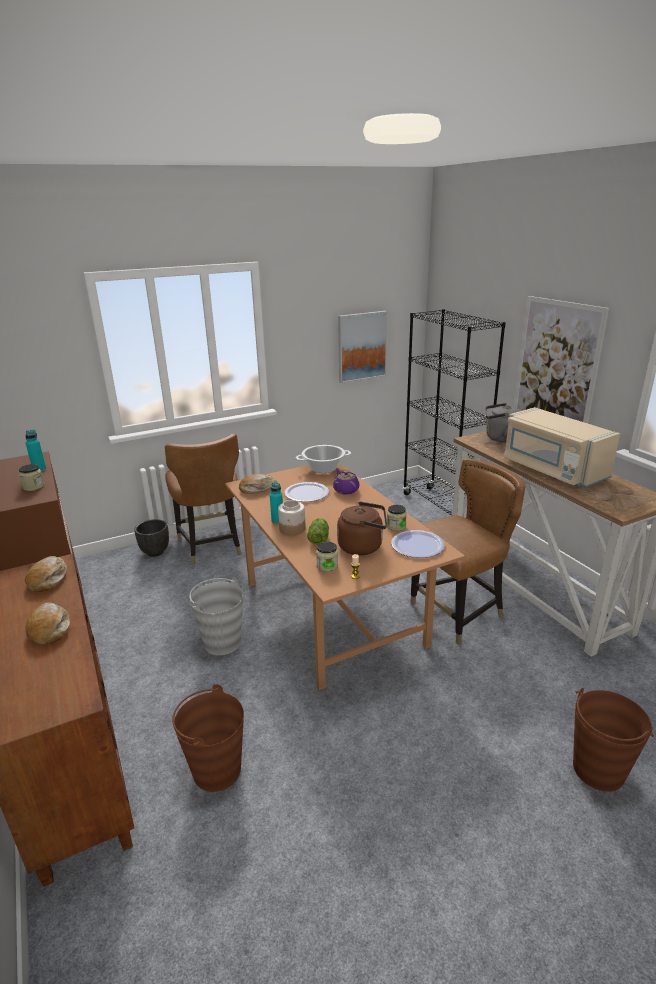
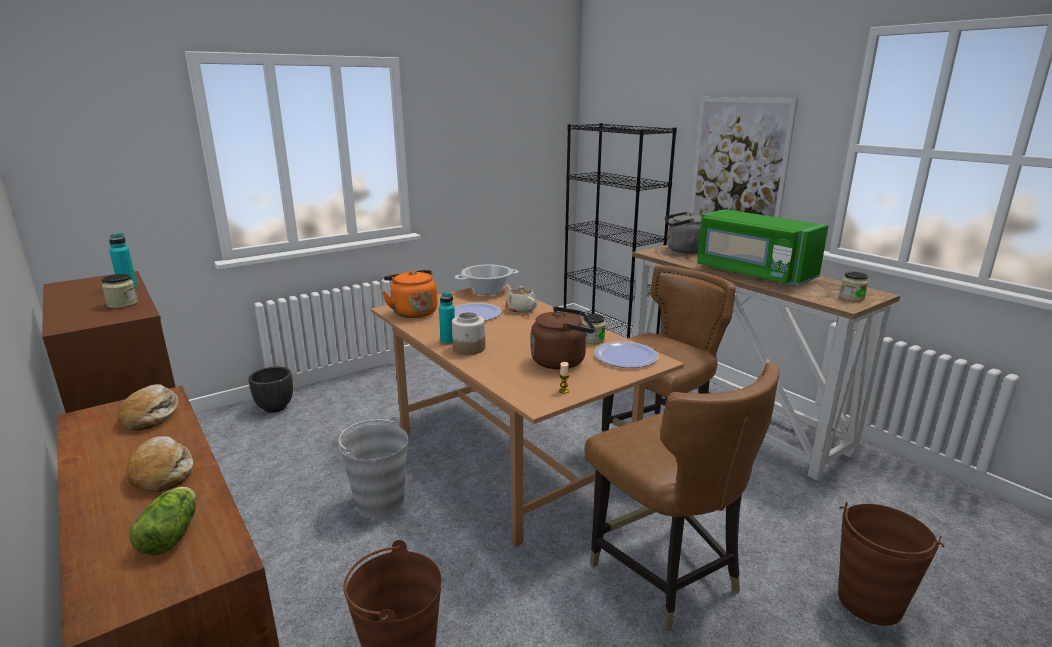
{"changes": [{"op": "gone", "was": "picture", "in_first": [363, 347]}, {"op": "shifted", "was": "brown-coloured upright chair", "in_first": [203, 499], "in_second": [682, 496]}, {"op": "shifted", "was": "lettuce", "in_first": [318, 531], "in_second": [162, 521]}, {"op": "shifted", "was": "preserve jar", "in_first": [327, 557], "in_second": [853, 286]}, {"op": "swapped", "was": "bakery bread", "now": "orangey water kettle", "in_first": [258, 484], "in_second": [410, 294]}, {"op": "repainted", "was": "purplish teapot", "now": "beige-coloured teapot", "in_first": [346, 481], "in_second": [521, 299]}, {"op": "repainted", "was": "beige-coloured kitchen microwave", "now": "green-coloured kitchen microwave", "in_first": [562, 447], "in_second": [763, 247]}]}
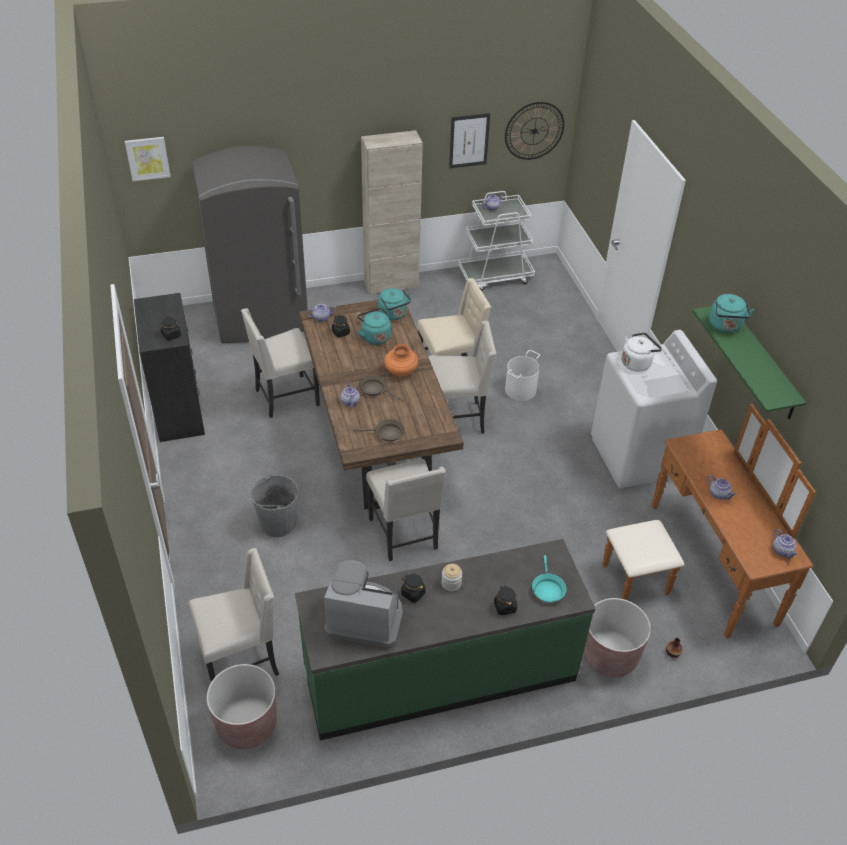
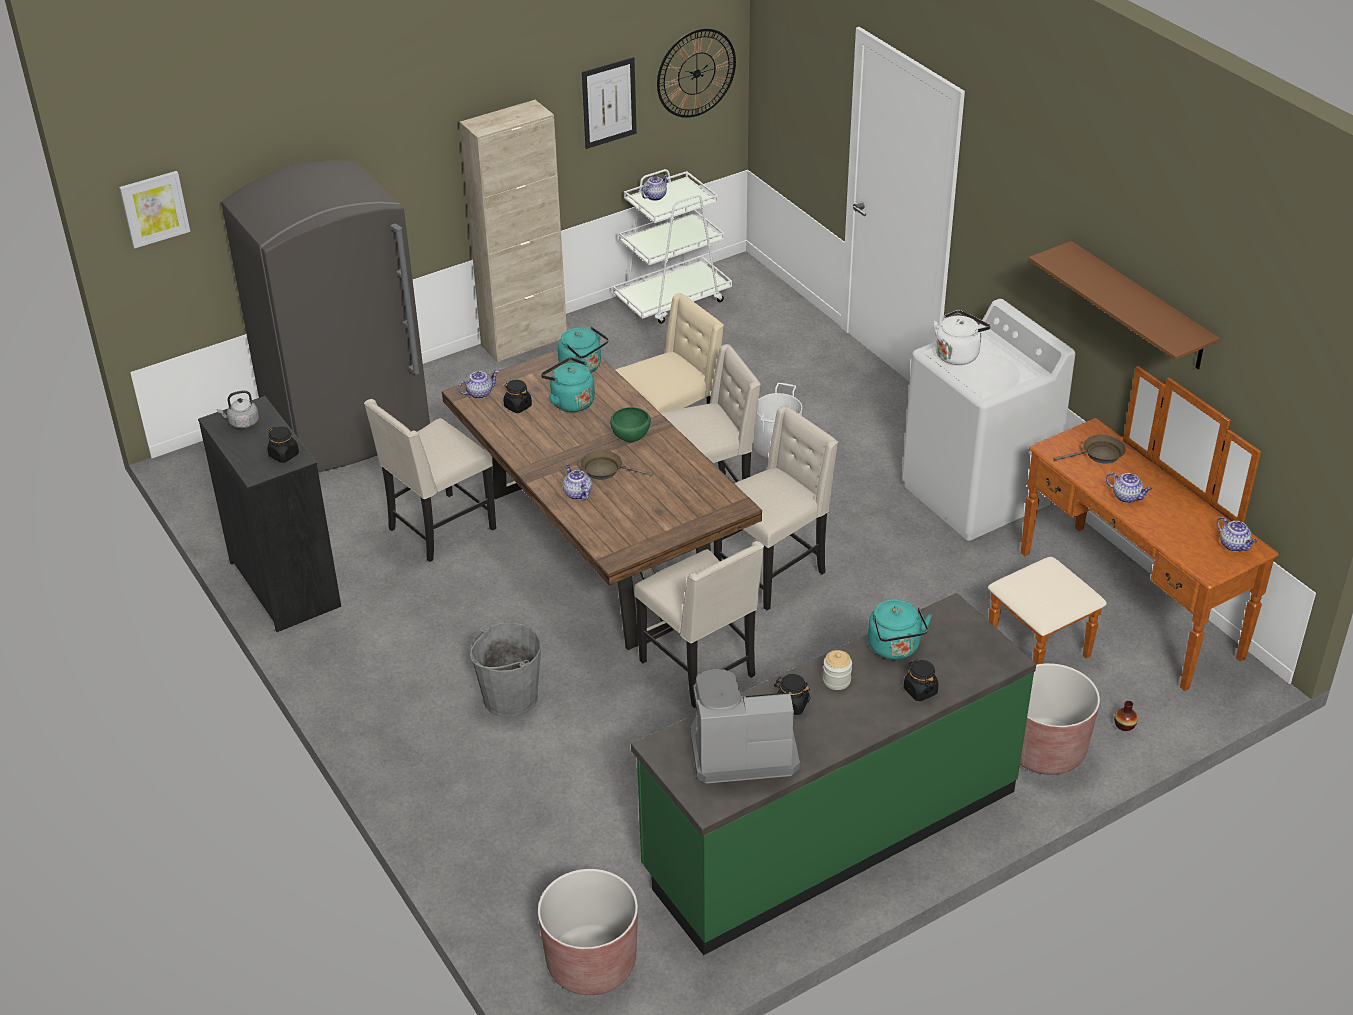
{"changes": [{"op": "gone", "was": "turquoise-coloured skillet", "in_first": [549, 578]}, {"op": "new", "now": "grey water kettle", "in_second": [238, 409]}, {"op": "shifted", "was": "beige-coloured upright chair", "in_first": [233, 615], "in_second": [776, 508]}, {"op": "shifted", "was": "brown-coloured skillet", "in_first": [379, 430], "in_second": [1090, 448]}, {"op": "shifted", "was": "turquoise-coloured water kettle", "in_first": [732, 313], "in_second": [900, 629]}, {"op": "swapped", "was": "orangey vase", "now": "green-coloured deep dish", "in_first": [401, 360], "in_second": [630, 424]}, {"op": "repainted", "was": "green-coloured wall shelf", "now": "brown-coloured wall shelf", "in_first": [749, 362], "in_second": [1124, 305]}]}
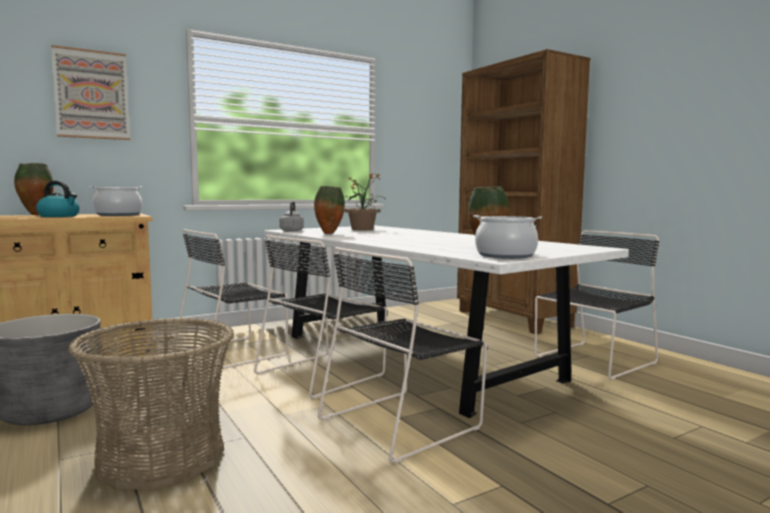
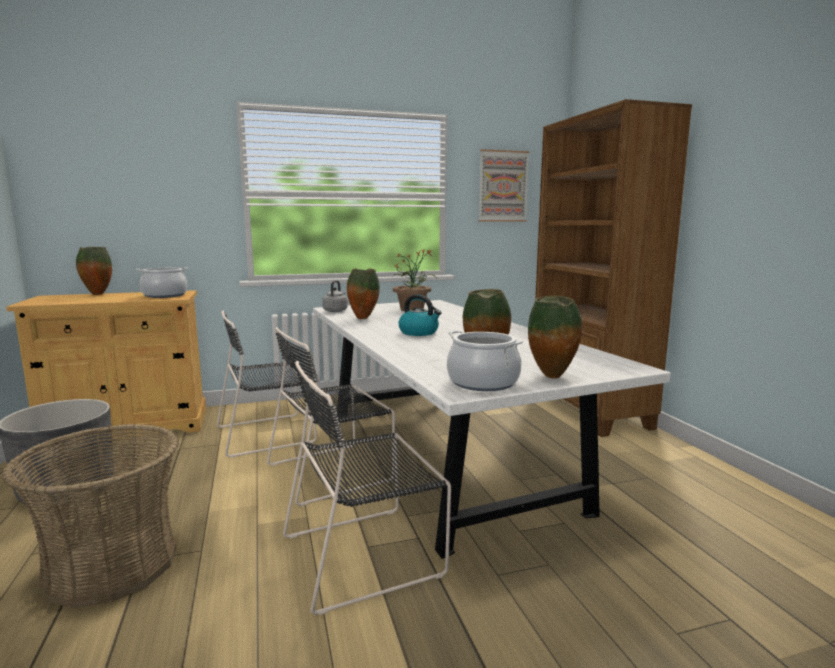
{"changes": [{"op": "gone", "was": "blackish upright chair", "in_first": [597, 305]}, {"op": "new", "now": "vase", "in_second": [555, 337]}, {"op": "shifted", "was": "water kettle", "in_first": [58, 199], "in_second": [420, 315]}, {"op": "shifted", "was": "picture", "in_first": [90, 92], "in_second": [504, 185]}]}
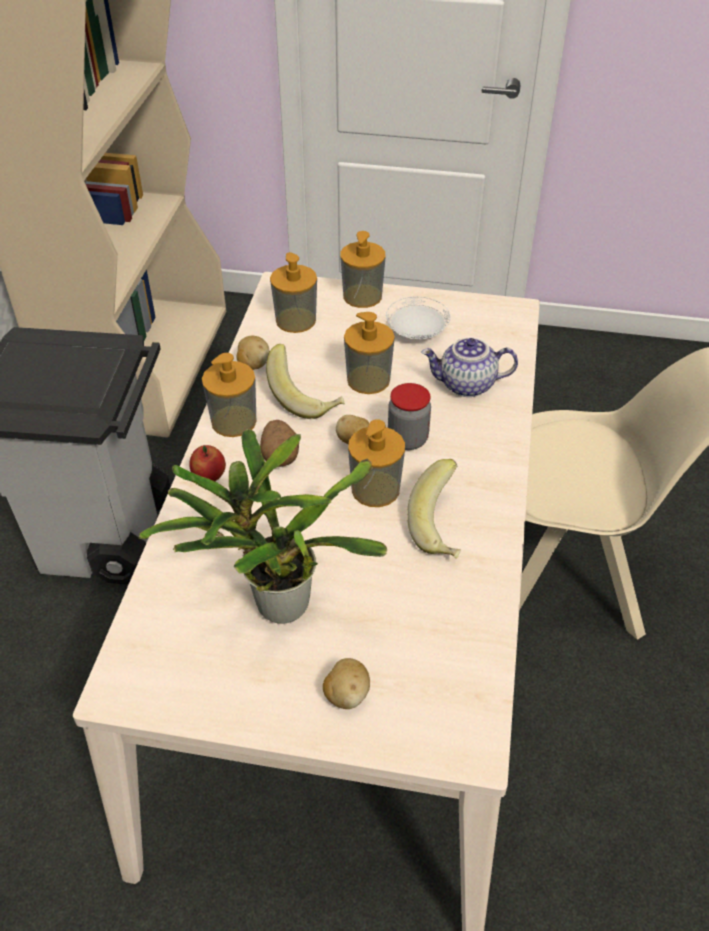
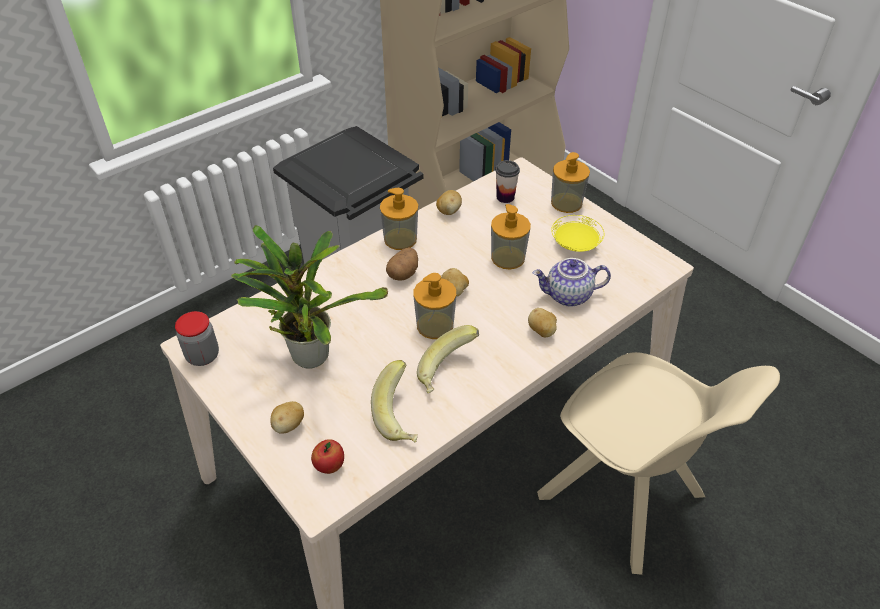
{"changes": [{"op": "new", "now": "potato", "in_second": [542, 322]}, {"op": "shifted", "was": "apple", "in_first": [207, 463], "in_second": [327, 456]}, {"op": "shifted", "was": "banana", "in_first": [305, 381], "in_second": [394, 401]}, {"op": "shifted", "was": "preserve jar", "in_first": [409, 416], "in_second": [197, 338]}, {"op": "swapped", "was": "soap dispenser", "now": "drinking cup", "in_first": [293, 292], "in_second": [507, 181]}, {"op": "repainted", "was": "white-coloured flat dish", "now": "yellowish flat dish", "in_first": [418, 318], "in_second": [578, 233]}, {"op": "rotated", "was": "teapot", "in_first": [469, 367], "in_second": [572, 282], "clockwise": -45}]}
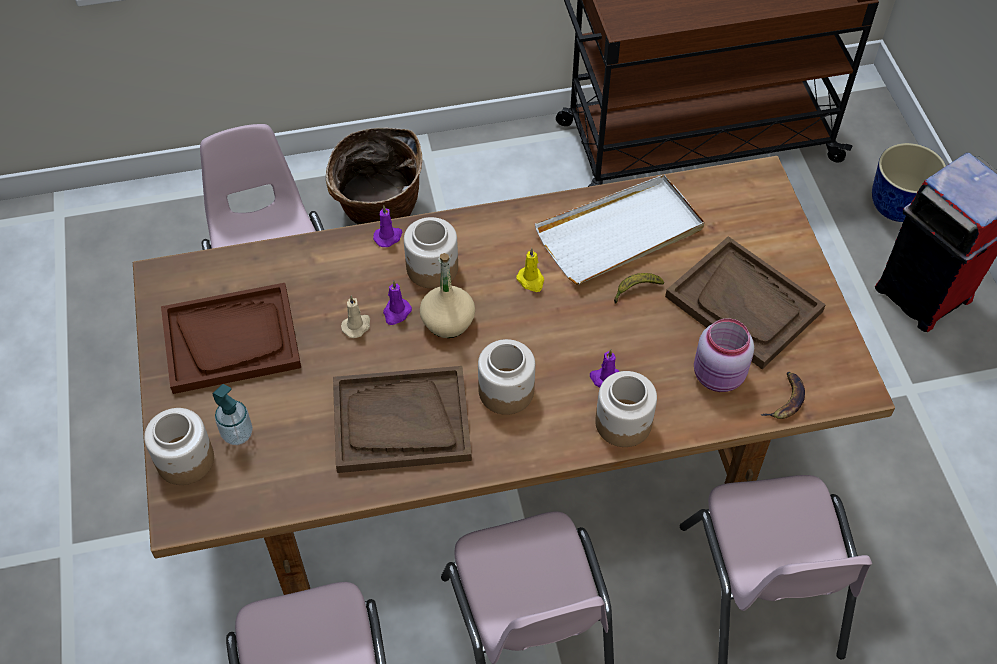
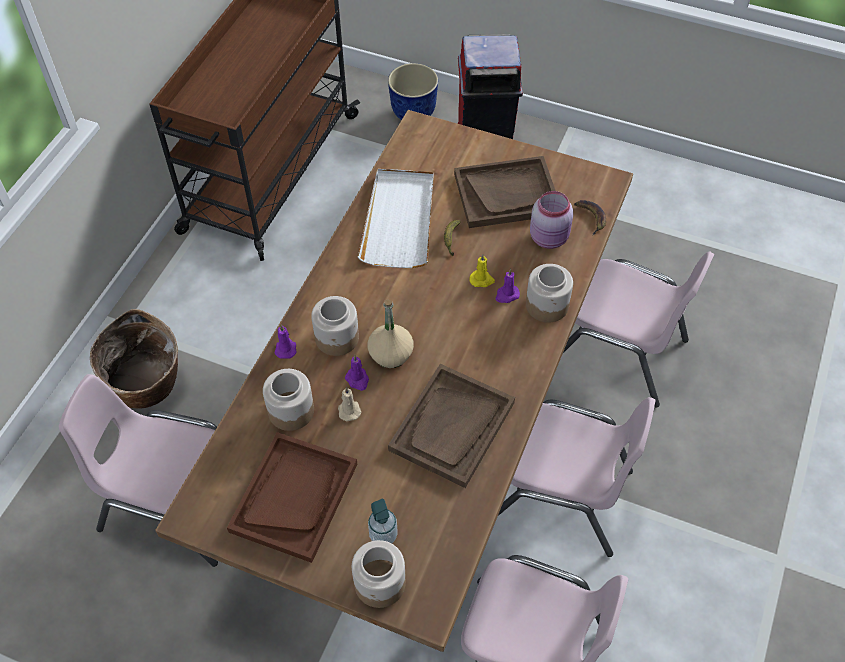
{"changes": [{"op": "shifted", "was": "preserve jar", "in_first": [506, 377], "in_second": [288, 400]}, {"op": "shifted", "was": "yellowish wax candle", "in_first": [530, 270], "in_second": [482, 270]}]}
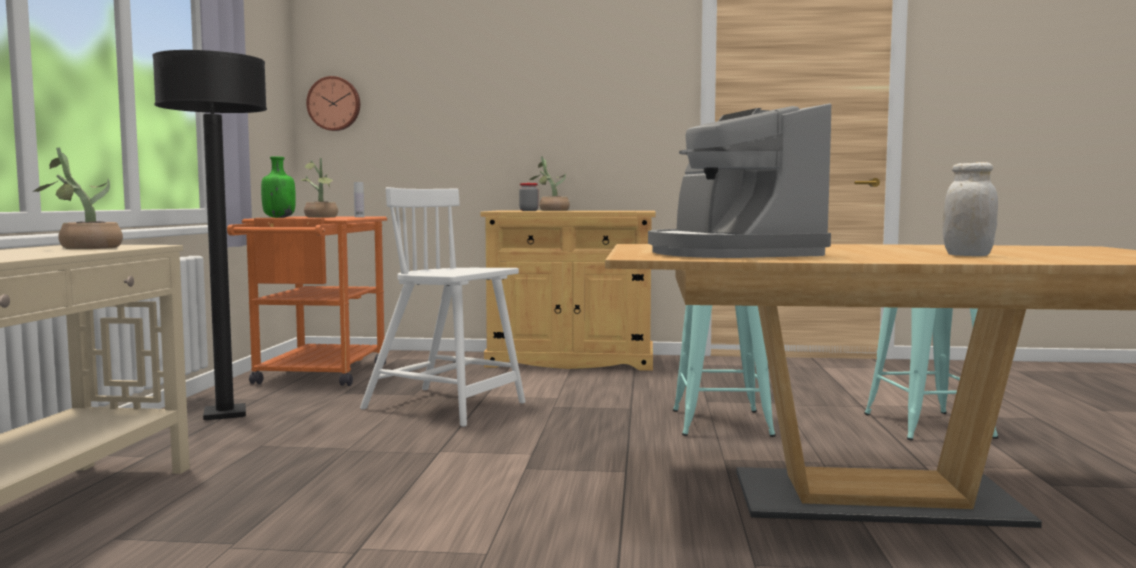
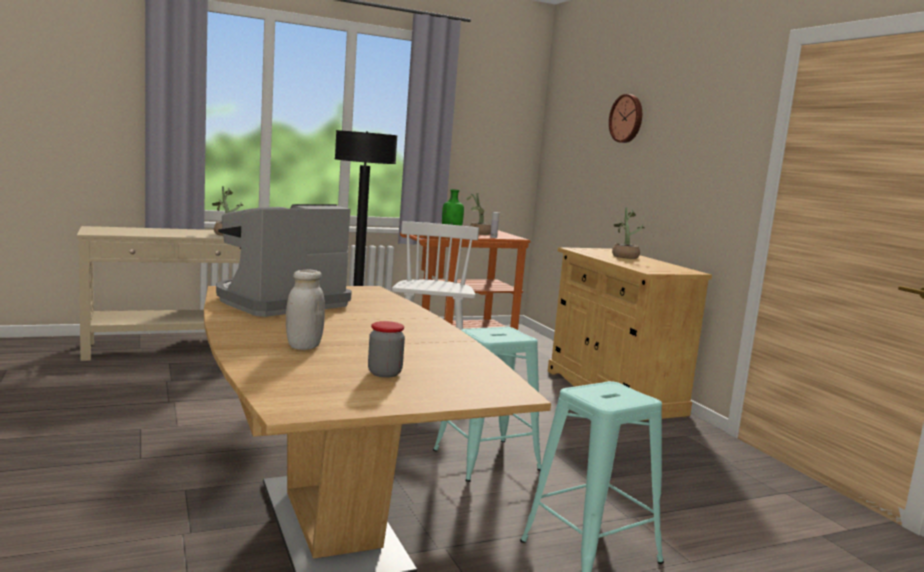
{"changes": [{"op": "shifted", "was": "wall clock", "in_first": [333, 103], "in_second": [625, 118]}, {"op": "shifted", "was": "preserve jar", "in_first": [528, 197], "in_second": [386, 349]}]}
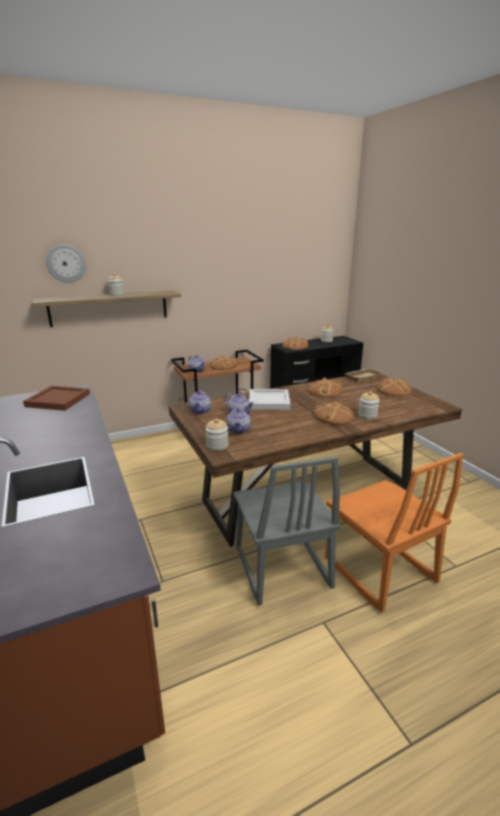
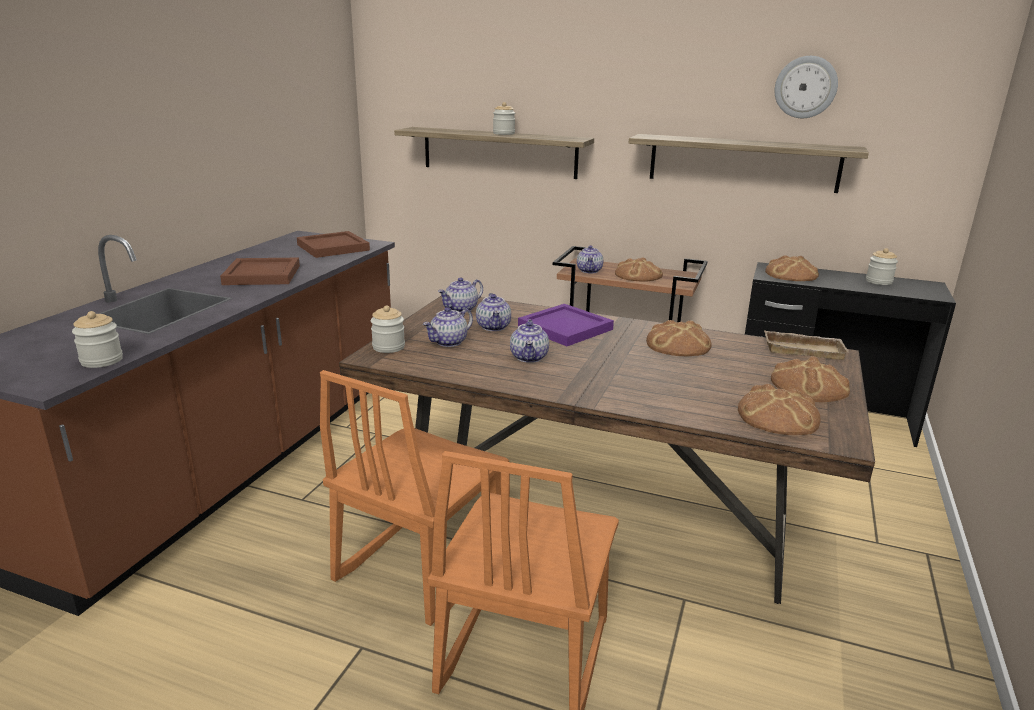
{"changes": [{"op": "new", "now": "brown-coloured serving tray", "in_second": [260, 271]}, {"op": "new", "now": "teapot", "in_second": [529, 341]}, {"op": "new", "now": "wall shelf", "in_second": [749, 163]}, {"op": "shifted", "was": "wall clock", "in_first": [66, 263], "in_second": [806, 87]}, {"op": "shifted", "was": "bakery bread", "in_first": [334, 412], "in_second": [779, 409]}, {"op": "shifted", "was": "preserve jar", "in_first": [369, 405], "in_second": [97, 339]}, {"op": "repainted", "was": "grey upright chair", "now": "orangey upright chair", "in_first": [287, 531], "in_second": [414, 498]}, {"op": "repainted", "was": "white-coloured serving tray", "now": "purplish serving tray", "in_first": [269, 399], "in_second": [566, 325]}]}
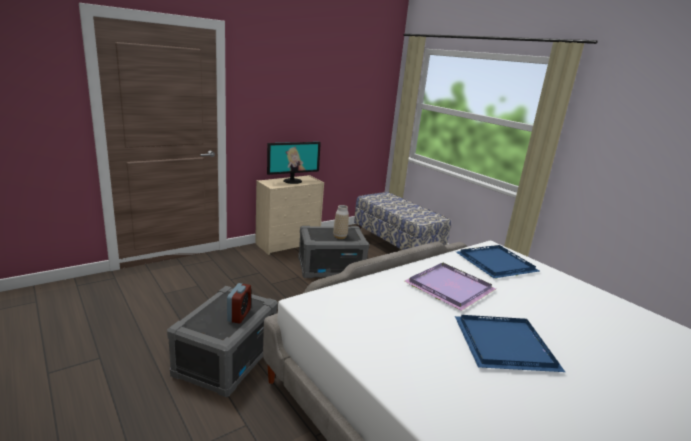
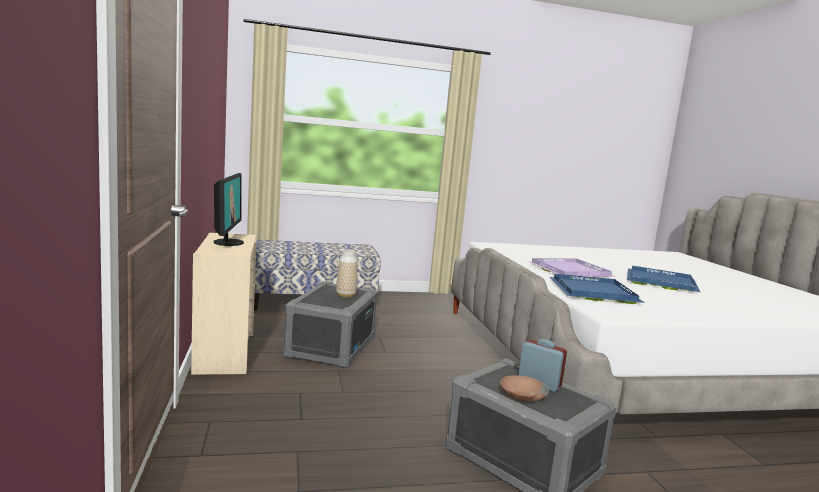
{"changes": [{"op": "new", "now": "brown-coloured deep dish", "in_second": [524, 389]}, {"op": "shifted", "was": "blue-coloured serving tray", "in_first": [497, 262], "in_second": [597, 289]}]}
